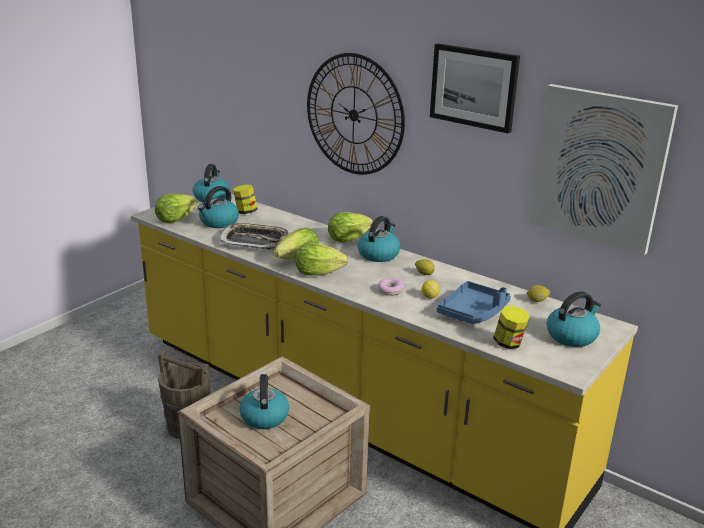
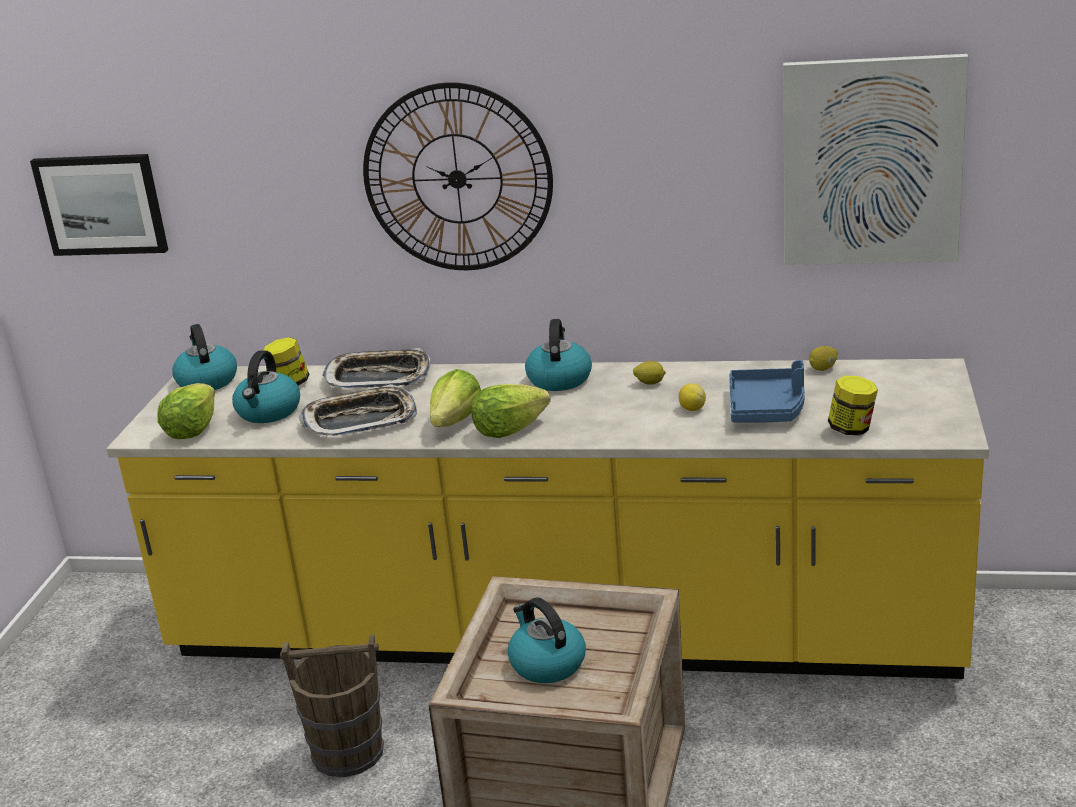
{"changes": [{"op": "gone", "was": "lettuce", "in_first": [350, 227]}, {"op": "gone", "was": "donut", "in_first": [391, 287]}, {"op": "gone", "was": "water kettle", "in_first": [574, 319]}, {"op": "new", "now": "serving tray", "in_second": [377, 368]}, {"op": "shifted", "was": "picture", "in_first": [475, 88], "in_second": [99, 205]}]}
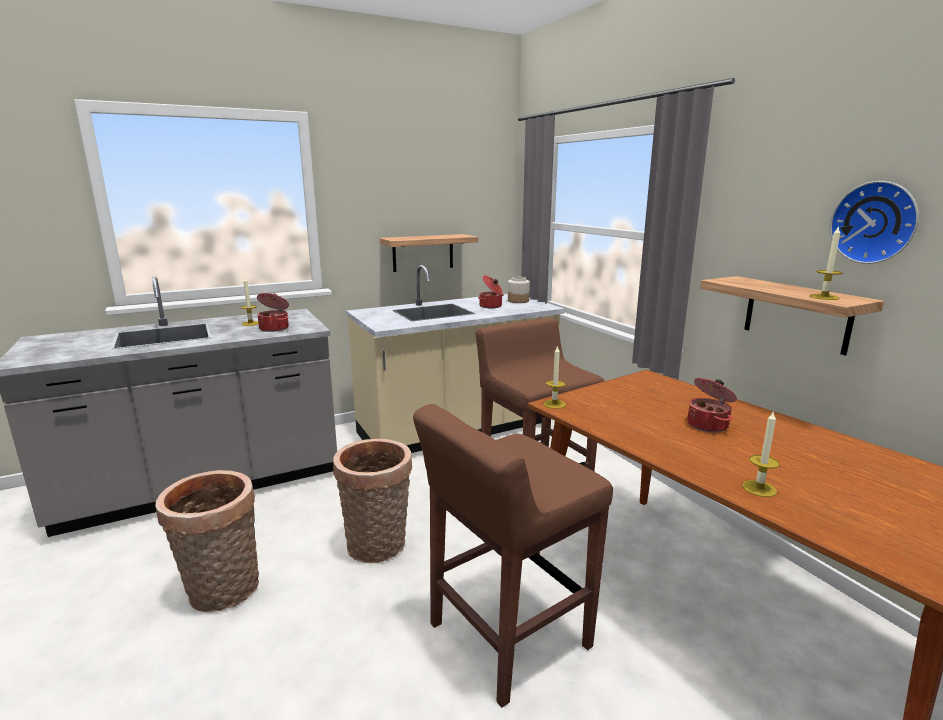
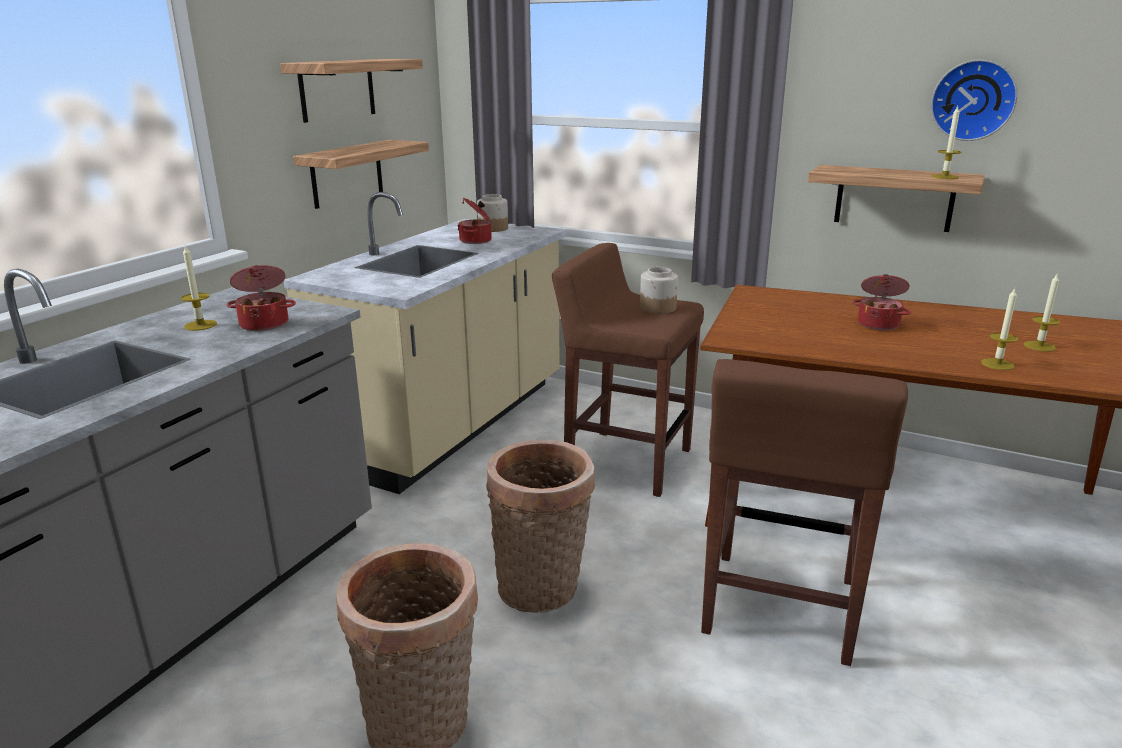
{"changes": [{"op": "new", "now": "wall shelf", "in_second": [351, 91]}, {"op": "new", "now": "preserve jar", "in_second": [659, 290]}, {"op": "shifted", "was": "wax candle", "in_first": [554, 377], "in_second": [1042, 313]}]}
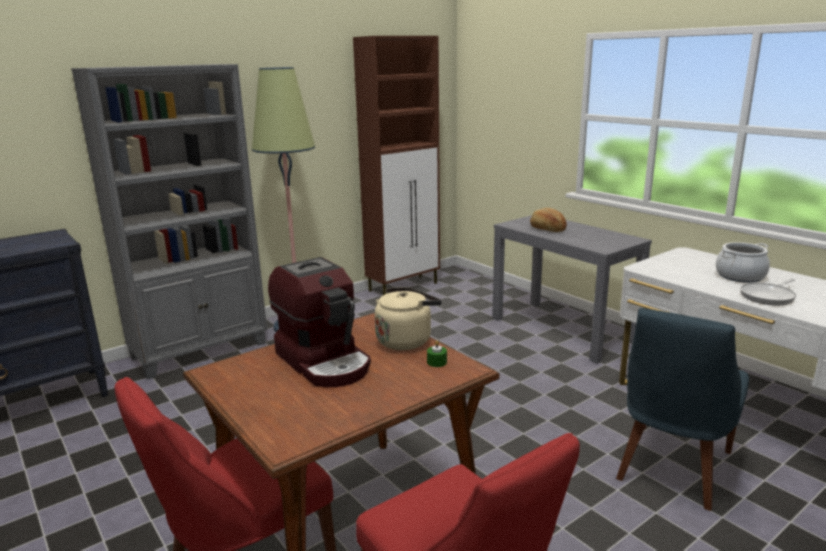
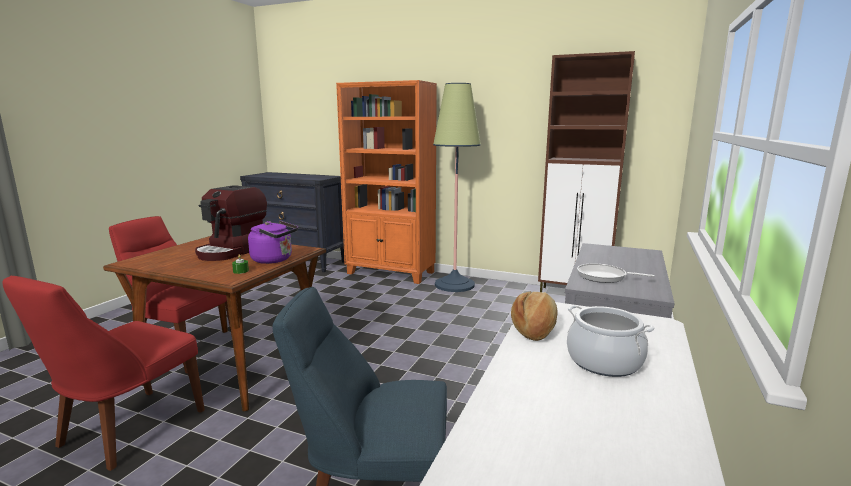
{"changes": [{"op": "shifted", "was": "bakery bread", "in_first": [548, 220], "in_second": [534, 316]}, {"op": "shifted", "was": "skillet", "in_first": [768, 291], "in_second": [616, 273]}, {"op": "repainted", "was": "grey bookshelf", "now": "orangey bookshelf", "in_first": [169, 222], "in_second": [386, 182]}, {"op": "repainted", "was": "beige-coloured water kettle", "now": "purplish water kettle", "in_first": [408, 318], "in_second": [273, 242]}]}
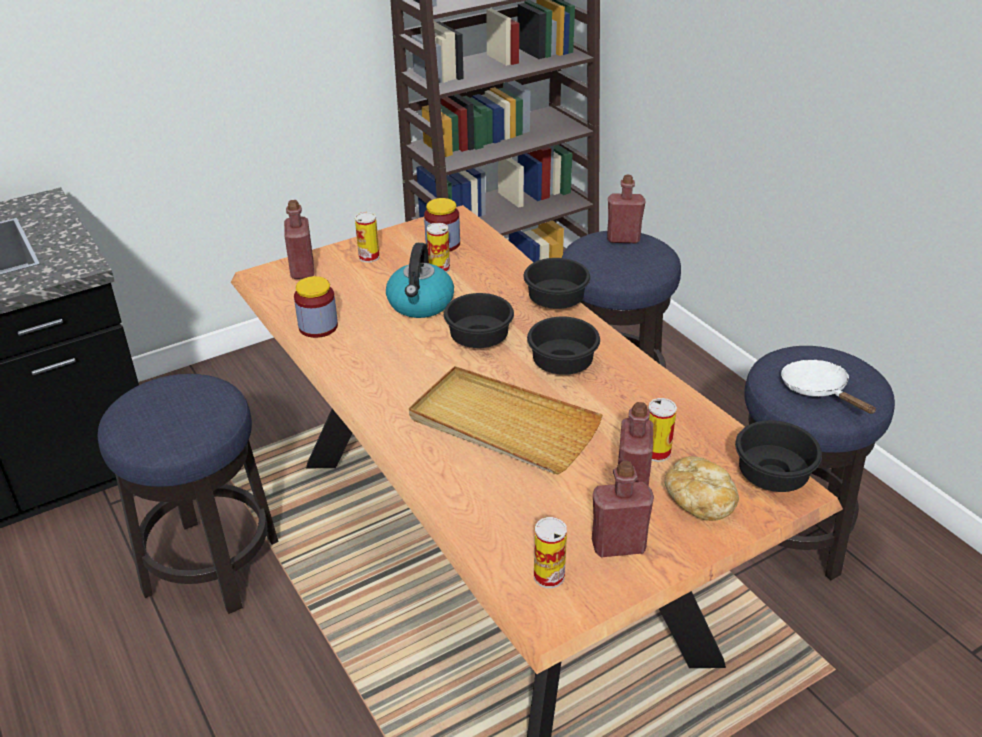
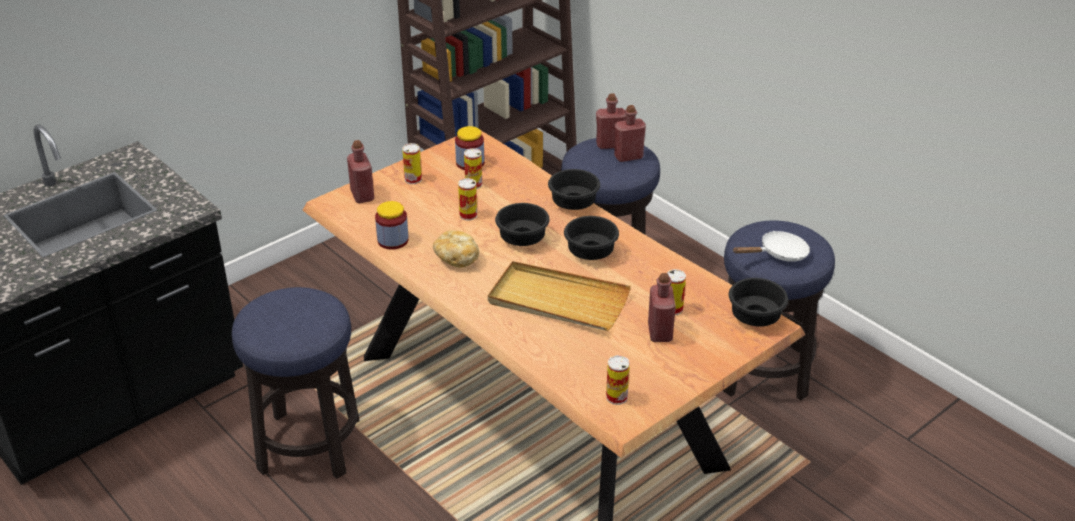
{"changes": [{"op": "shifted", "was": "red drink bottle", "in_first": [623, 509], "in_second": [630, 133]}, {"op": "shifted", "was": "bakery bread", "in_first": [701, 488], "in_second": [456, 249]}, {"op": "swapped", "was": "water kettle", "now": "sealed can", "in_first": [420, 280], "in_second": [467, 199]}, {"op": "rotated", "was": "white-coloured skillet", "in_first": [828, 387], "in_second": [771, 246], "clockwise": 105}]}
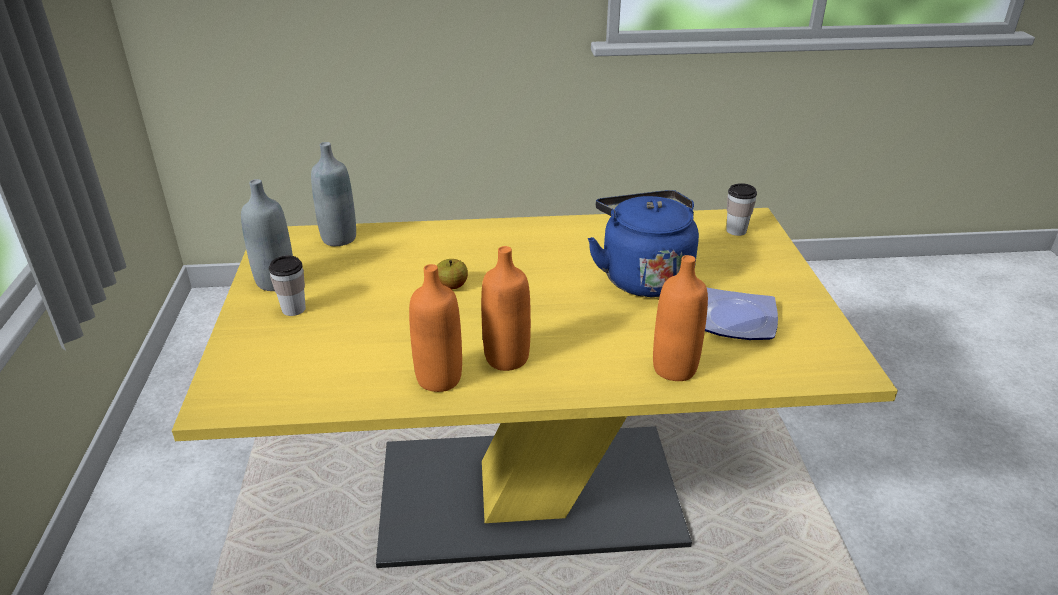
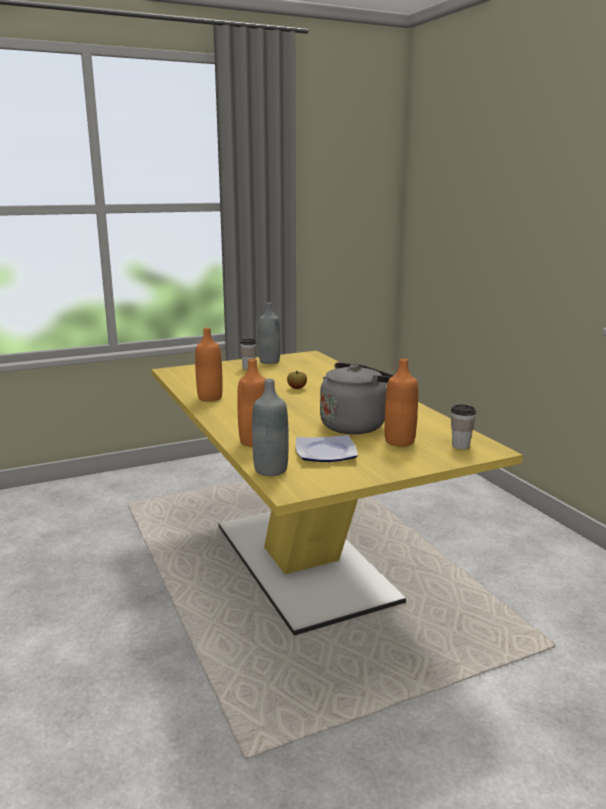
{"changes": [{"op": "shifted", "was": "grey drink bottle", "in_first": [333, 194], "in_second": [270, 427]}, {"op": "shifted", "was": "orangey drink bottle", "in_first": [506, 308], "in_second": [401, 402]}, {"op": "repainted", "was": "blue-coloured water kettle", "now": "grey water kettle", "in_first": [643, 243], "in_second": [357, 398]}]}
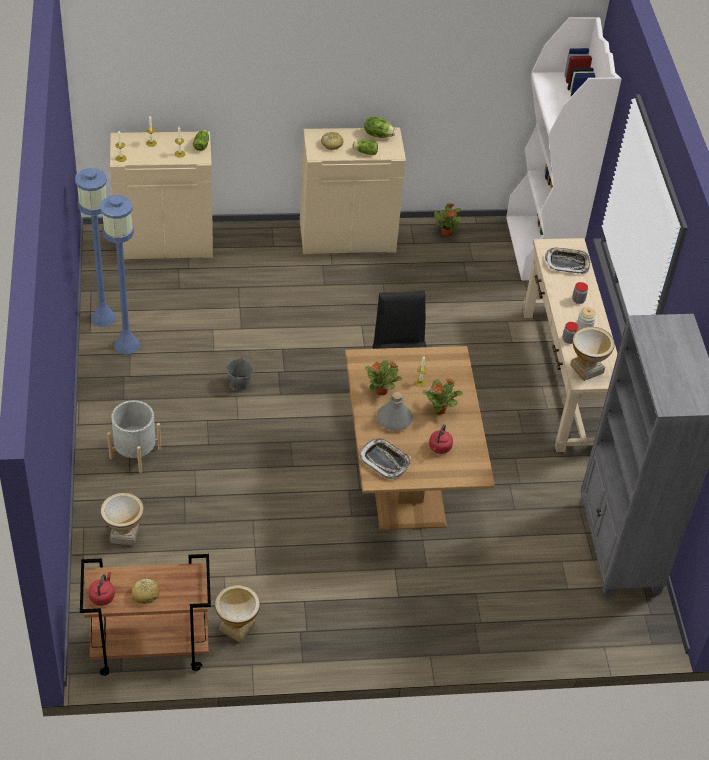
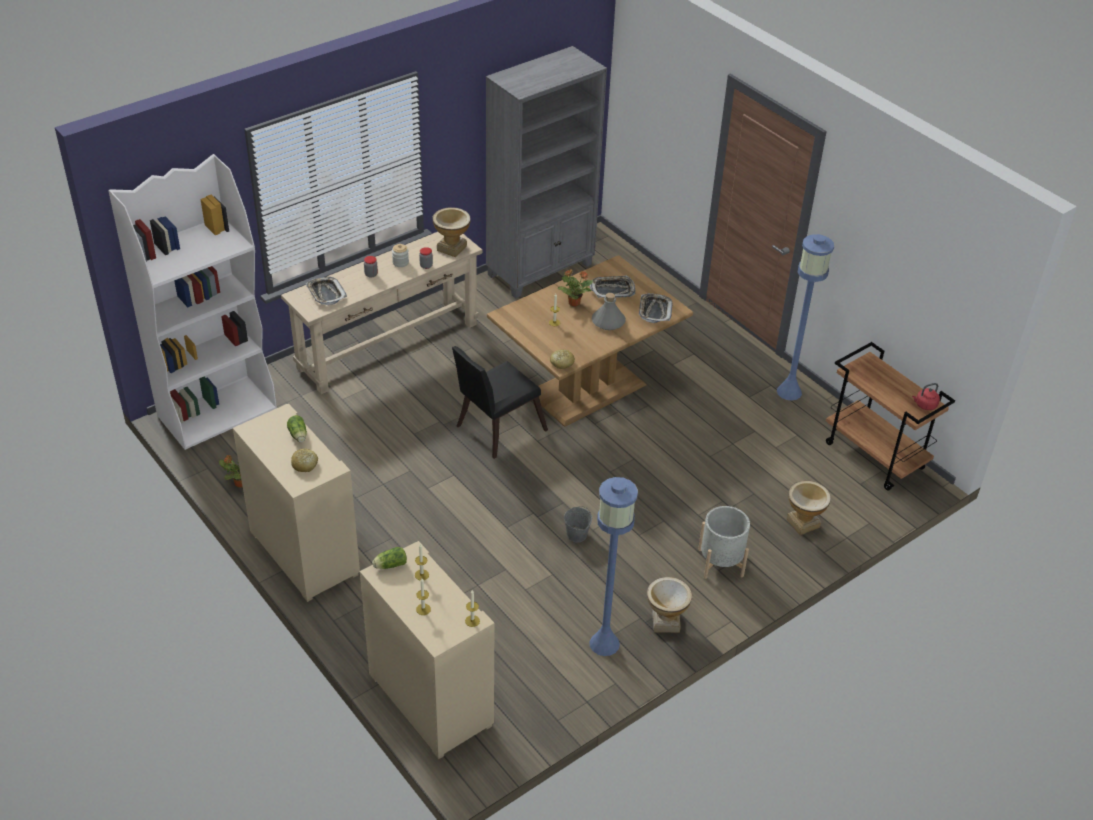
{"changes": [{"op": "gone", "was": "lettuce", "in_first": [380, 127]}, {"op": "gone", "was": "houseplant", "in_first": [383, 377]}, {"op": "shifted", "was": "blue-coloured standing lamp", "in_first": [95, 247], "in_second": [805, 317]}, {"op": "shifted", "was": "bakery bread", "in_first": [146, 591], "in_second": [562, 359]}, {"op": "shifted", "was": "vase", "in_first": [237, 614], "in_second": [669, 605]}, {"op": "swapped", "was": "red water kettle", "now": "serving tray", "in_first": [441, 439], "in_second": [612, 286]}]}
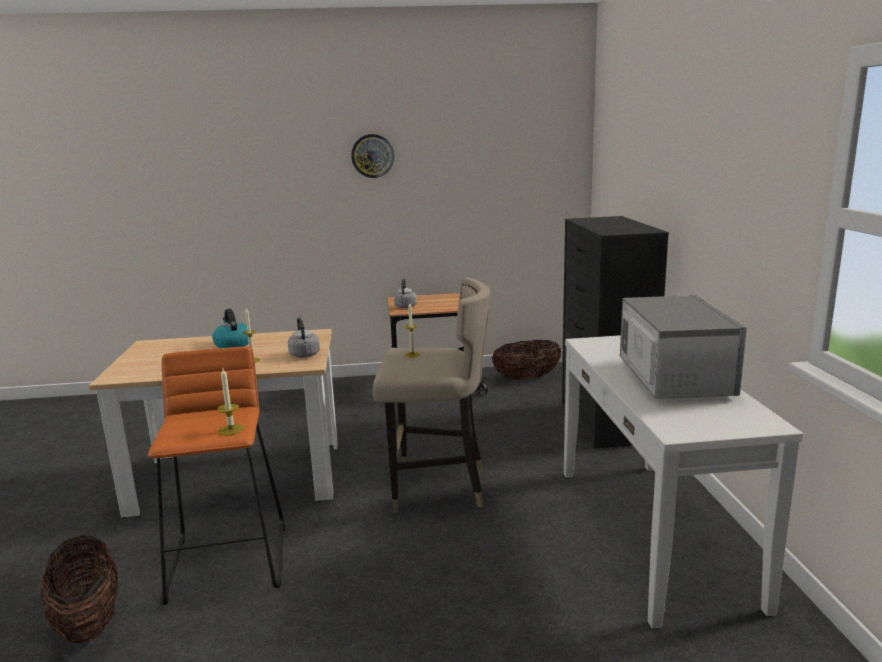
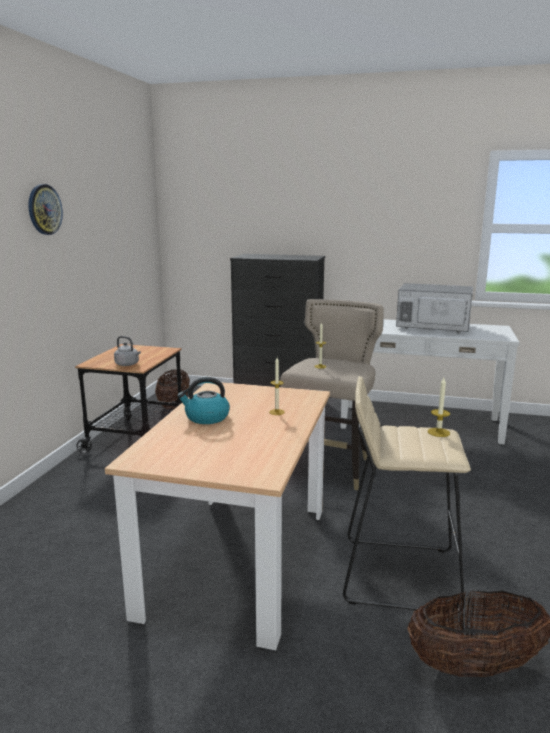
{"changes": [{"op": "gone", "was": "grey water kettle", "in_first": [304, 337]}, {"op": "repainted", "was": "orangey stool seat", "now": "beige-coloured stool seat", "in_first": [216, 475], "in_second": [407, 495]}]}
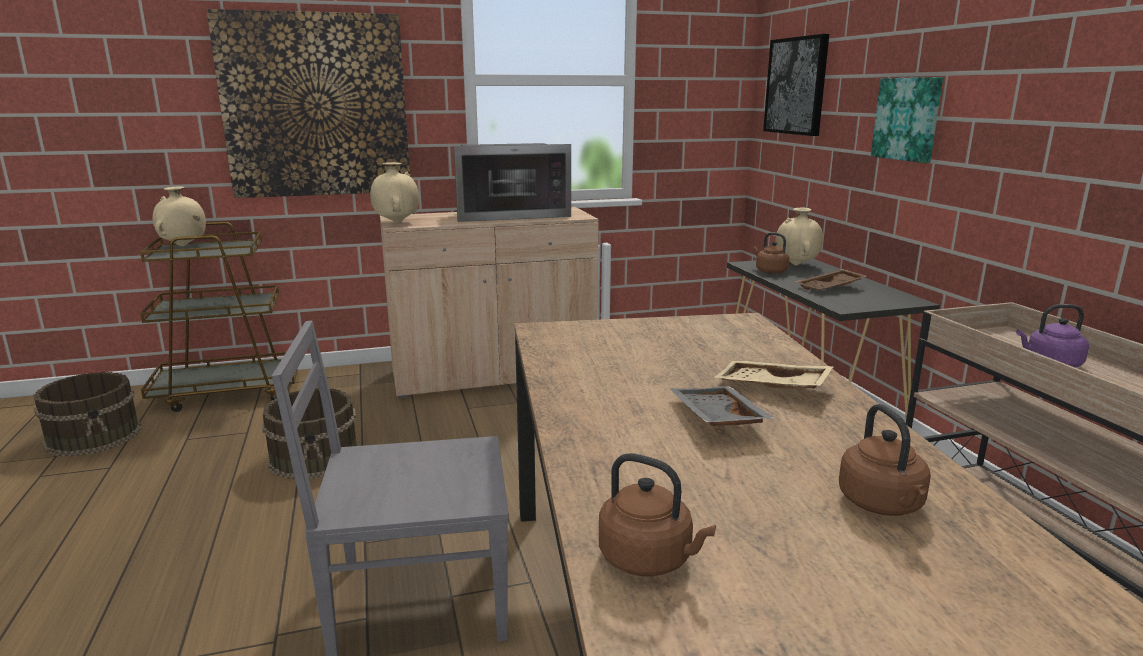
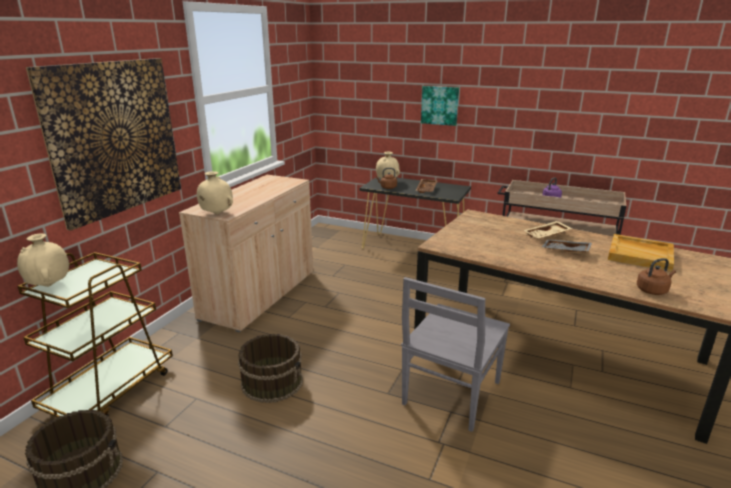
{"changes": [{"op": "gone", "was": "kitchen microwave", "in_first": [512, 182]}, {"op": "gone", "was": "picture", "in_first": [796, 85]}, {"op": "swapped", "was": "brown-coloured water kettle", "now": "beige-coloured serving tray", "in_first": [885, 460], "in_second": [641, 253]}]}
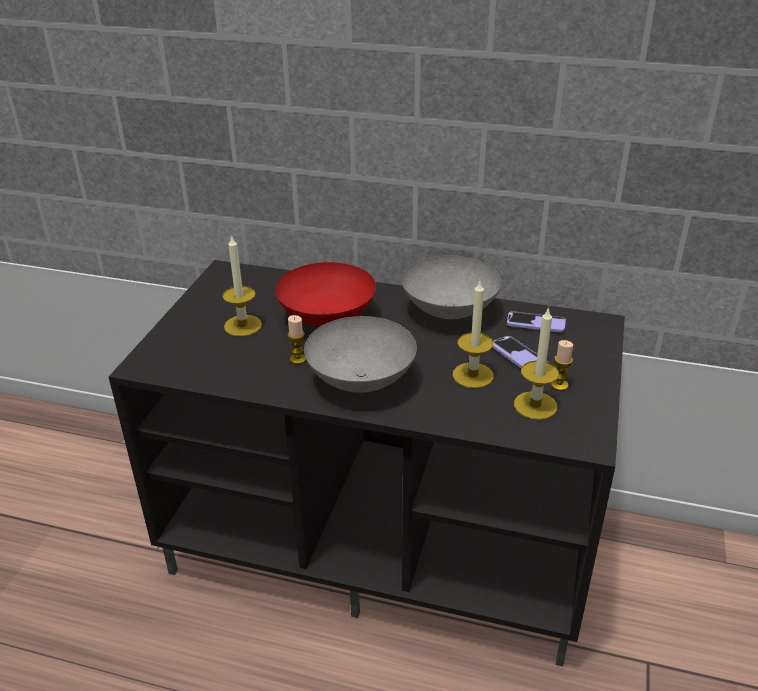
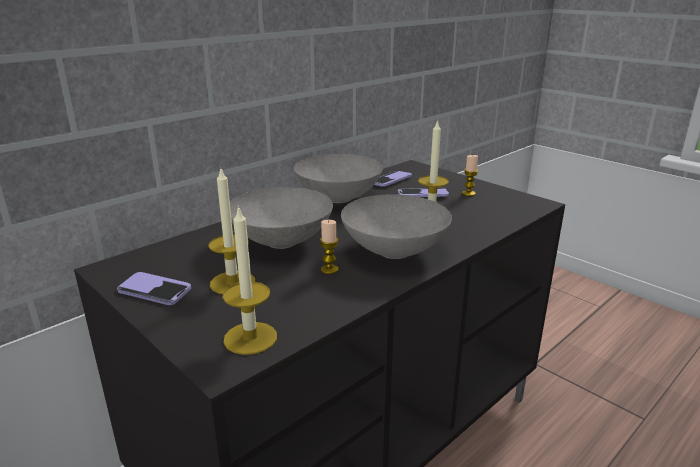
{"changes": [{"op": "new", "now": "telephone", "in_second": [154, 288]}, {"op": "shifted", "was": "wax candle", "in_first": [536, 363], "in_second": [250, 280]}, {"op": "repainted", "was": "red deep dish", "now": "grey deep dish", "in_first": [325, 294], "in_second": [281, 218]}]}
